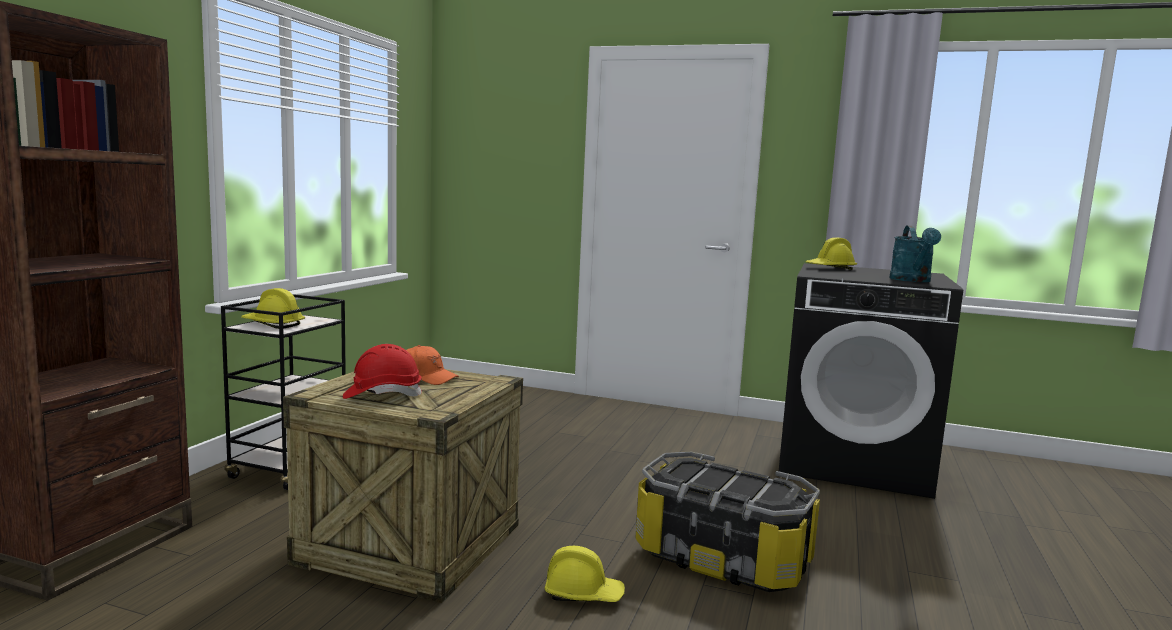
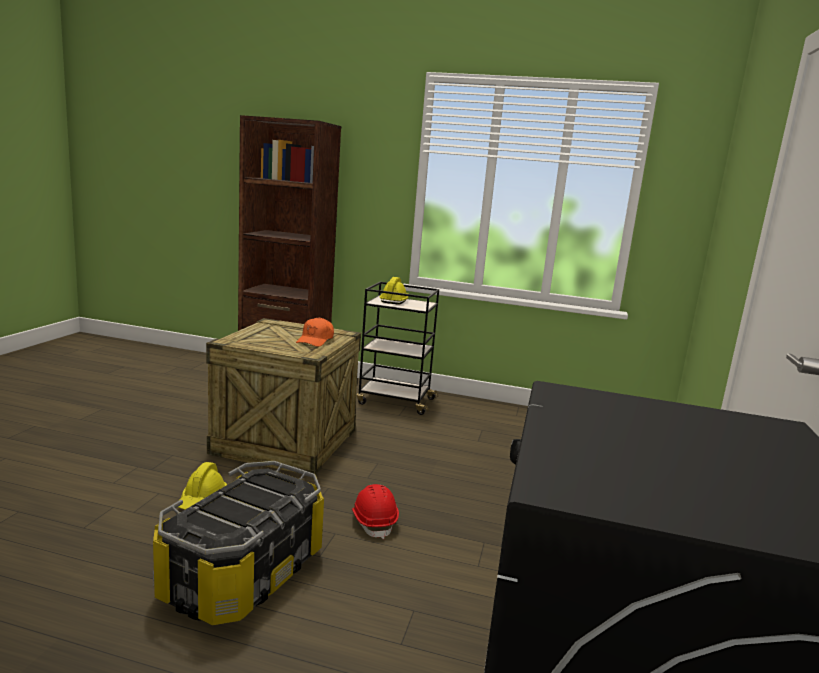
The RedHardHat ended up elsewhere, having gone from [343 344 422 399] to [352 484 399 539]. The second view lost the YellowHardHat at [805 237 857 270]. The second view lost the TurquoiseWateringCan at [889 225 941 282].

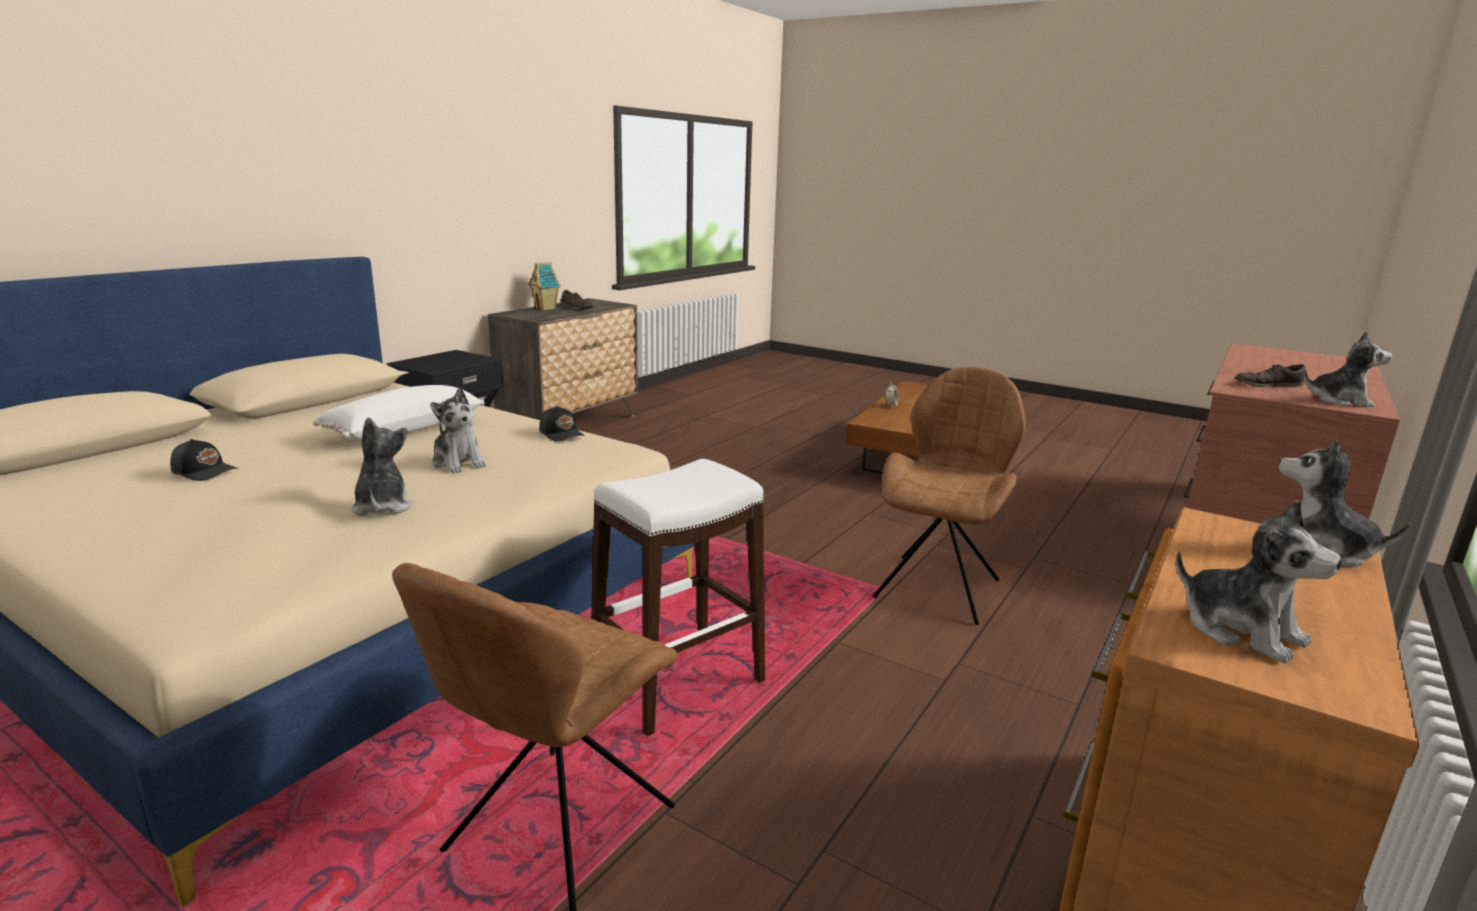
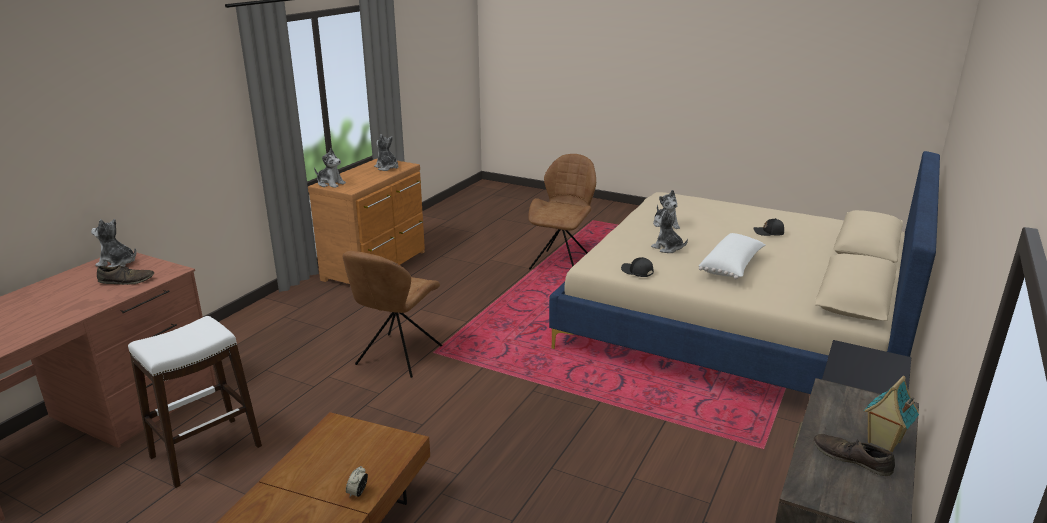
The WhiteStool ended up elsewhere, having gone from [591 459 765 736] to [128 316 262 488].

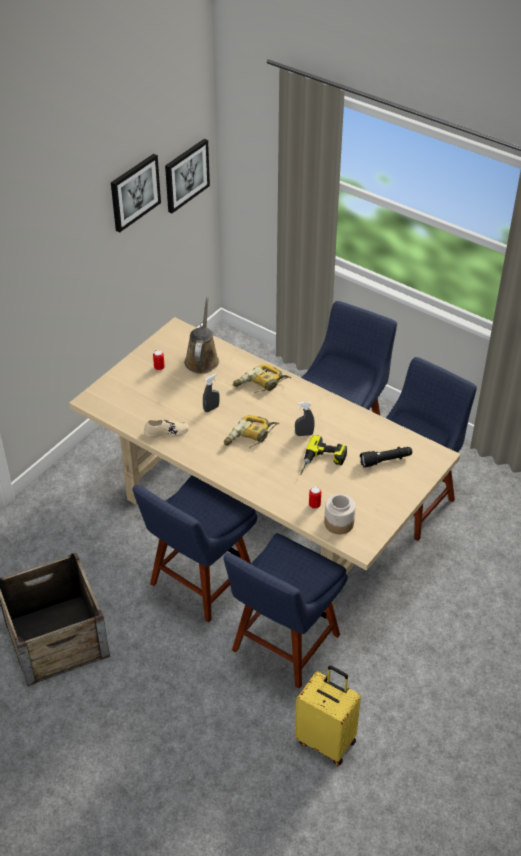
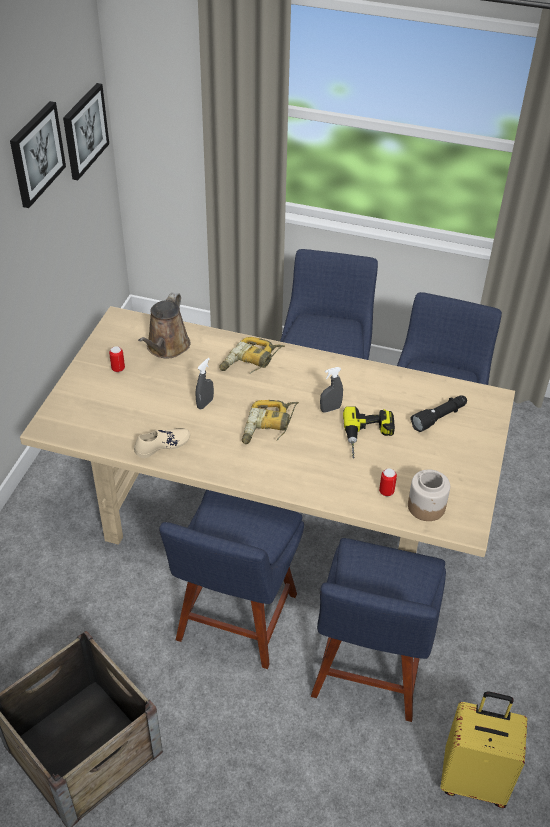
The BrownWateringCan at [184 296 219 374] ended up facing another way, 150 degrees counterclockwise from before.

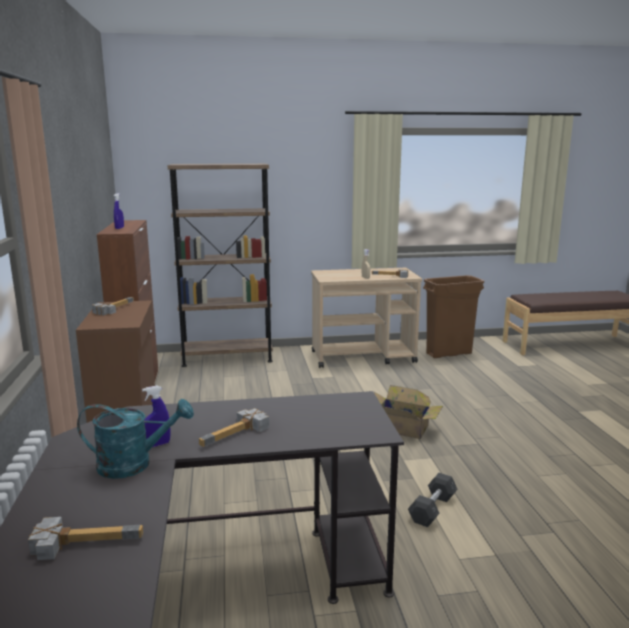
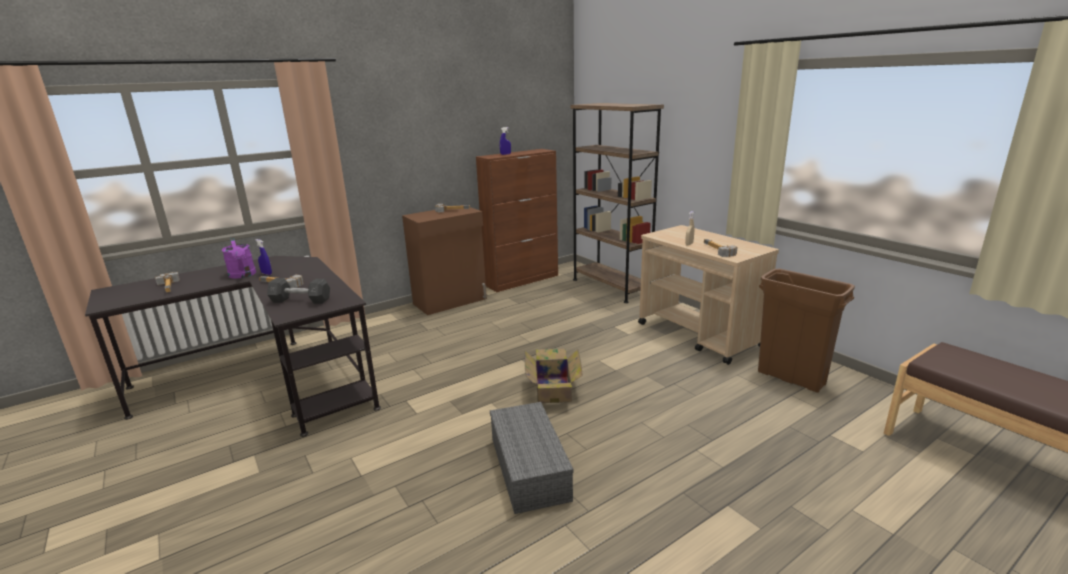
What was the TurquoiseWateringCan at [77 399 194 479] turned into the PurpleWateringCan at [222 237 256 279]. The GreyDumbbell ended up elsewhere, having gone from [408 473 457 527] to [267 278 330 304]. The second view gained the GreyStorageBox at [490 402 573 514].

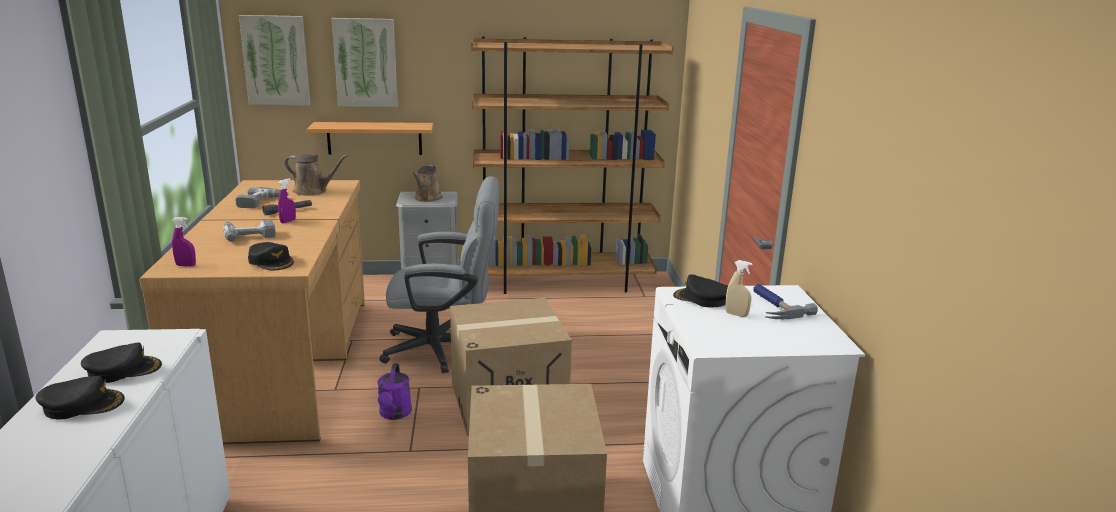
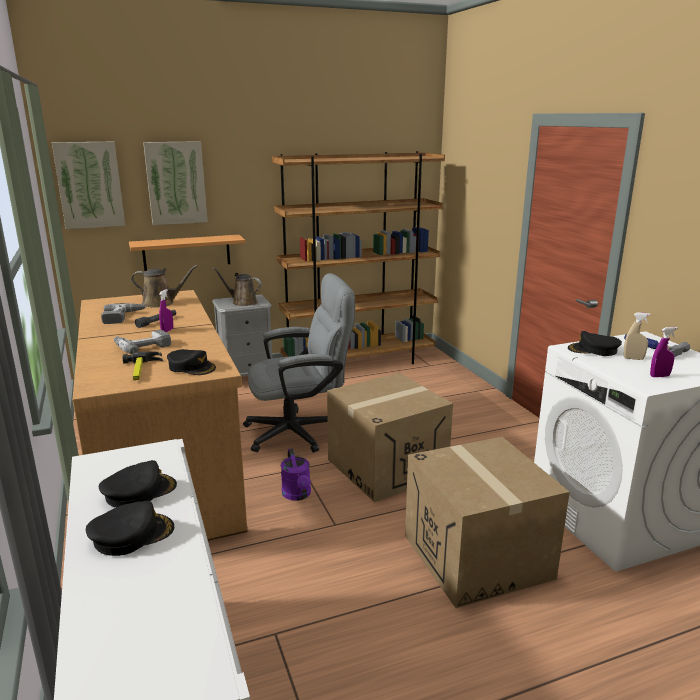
The second view gained the Hammer at [122 352 163 380]. The BrownWateringCan at [412 165 443 202] ended up facing another way, 120 degrees clockwise from before. The PurpleSprayBottle ended up elsewhere, having gone from [172 217 196 267] to [650 327 678 377].

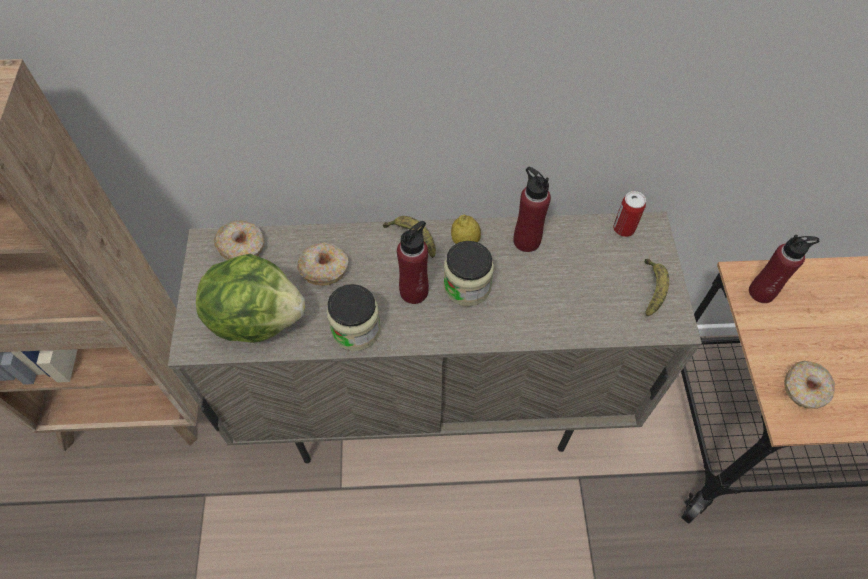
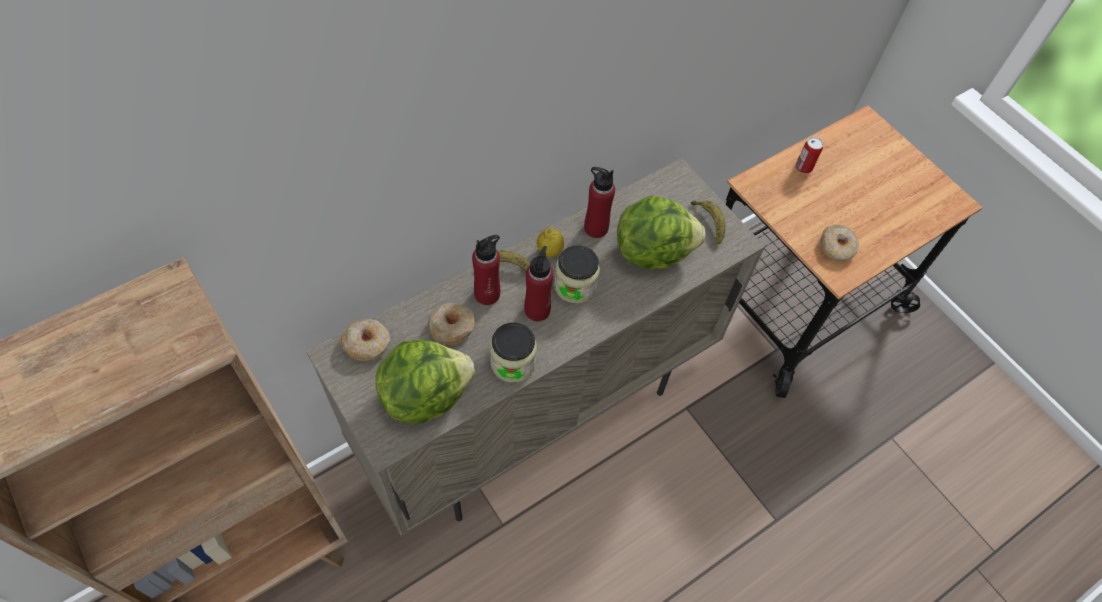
The RedBottle ended up elsewhere, having gone from [749 235 819 303] to [472 235 500 305]. The second view gained the Lettuce at [617 195 705 269]. The Can ended up elsewhere, having gone from [613 191 646 237] to [796 137 823 173].

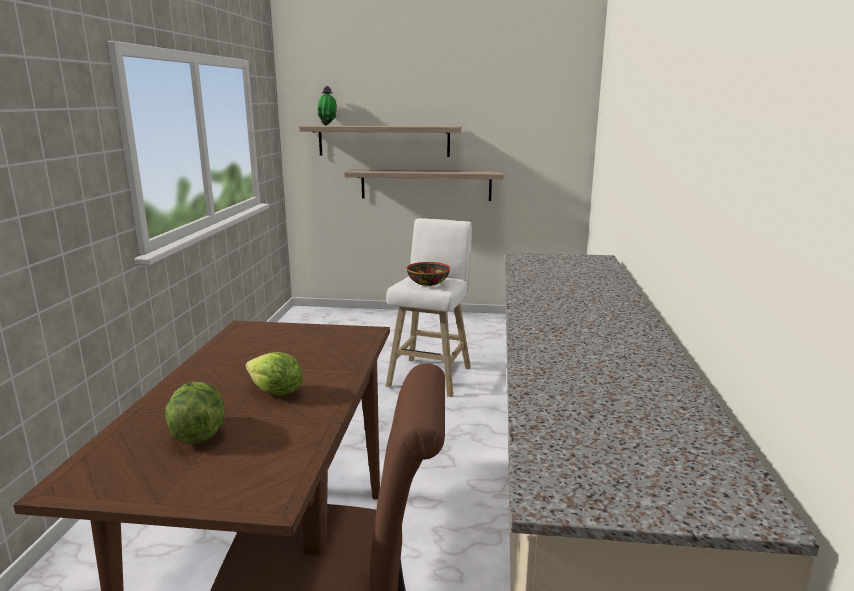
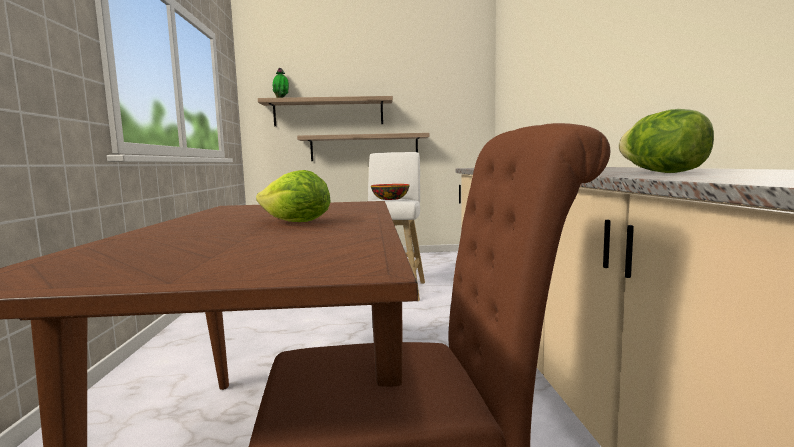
The Lettuce ended up elsewhere, having gone from [165 382 225 444] to [619 109 714 173].

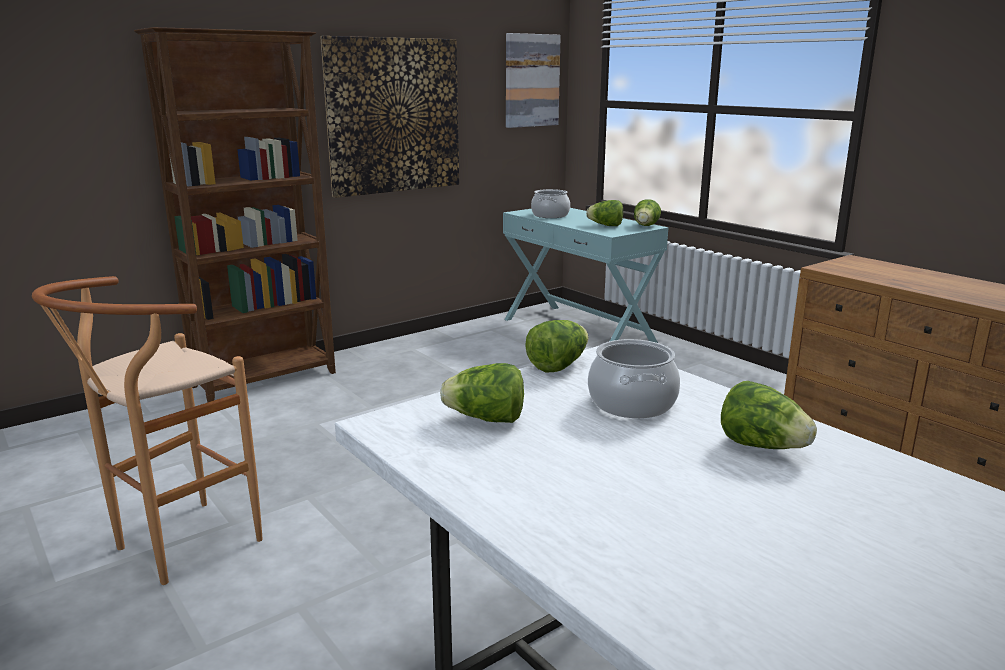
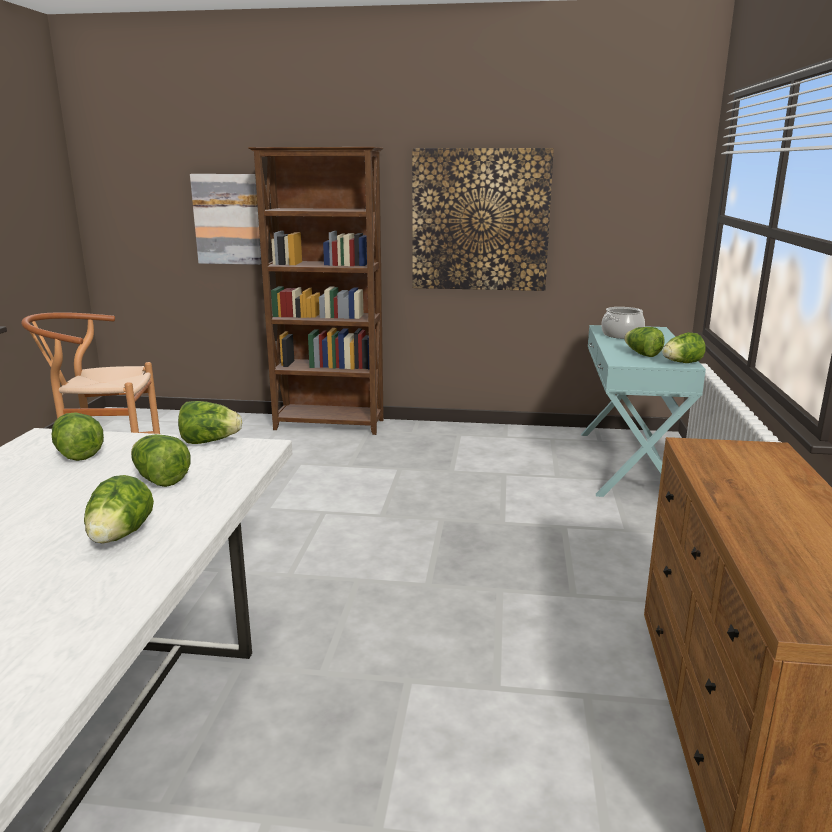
Where the CookingPot stood at [588 339 680 419], the Lettuce came to stand at [131 434 191 487]. The Picture ended up elsewhere, having gone from [506 33 561 128] to [190 174 261 265].

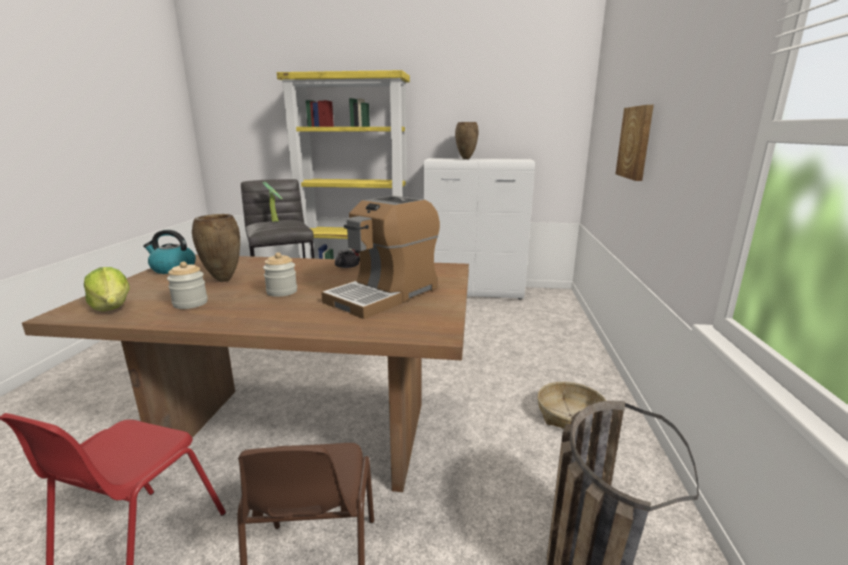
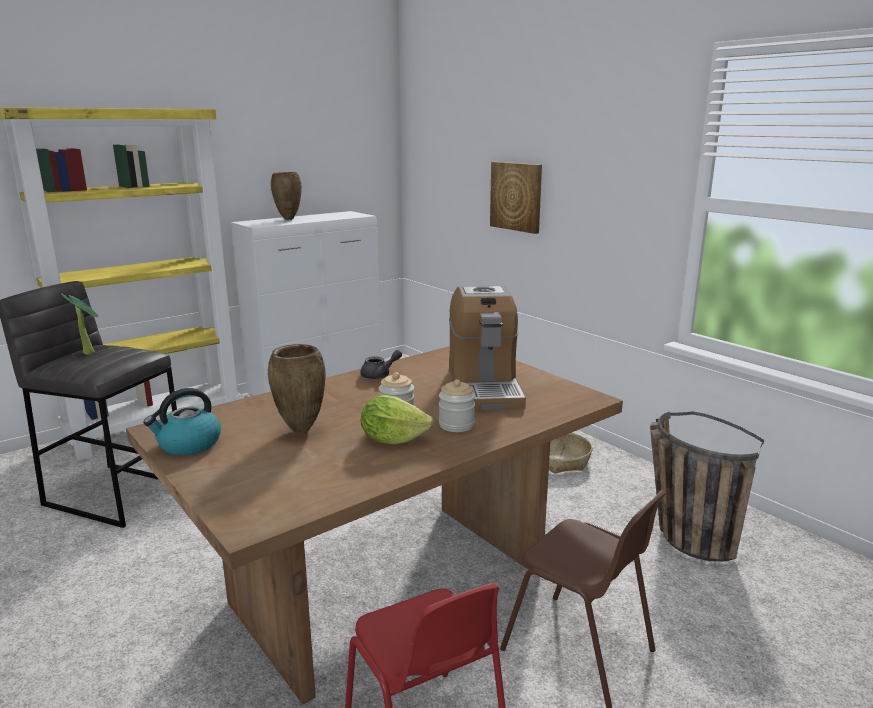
The Lettuce ended up elsewhere, having gone from [84 267 130 312] to [361 395 434 444]. The Jar ended up elsewhere, having gone from [167 262 208 309] to [439 379 475 432].

